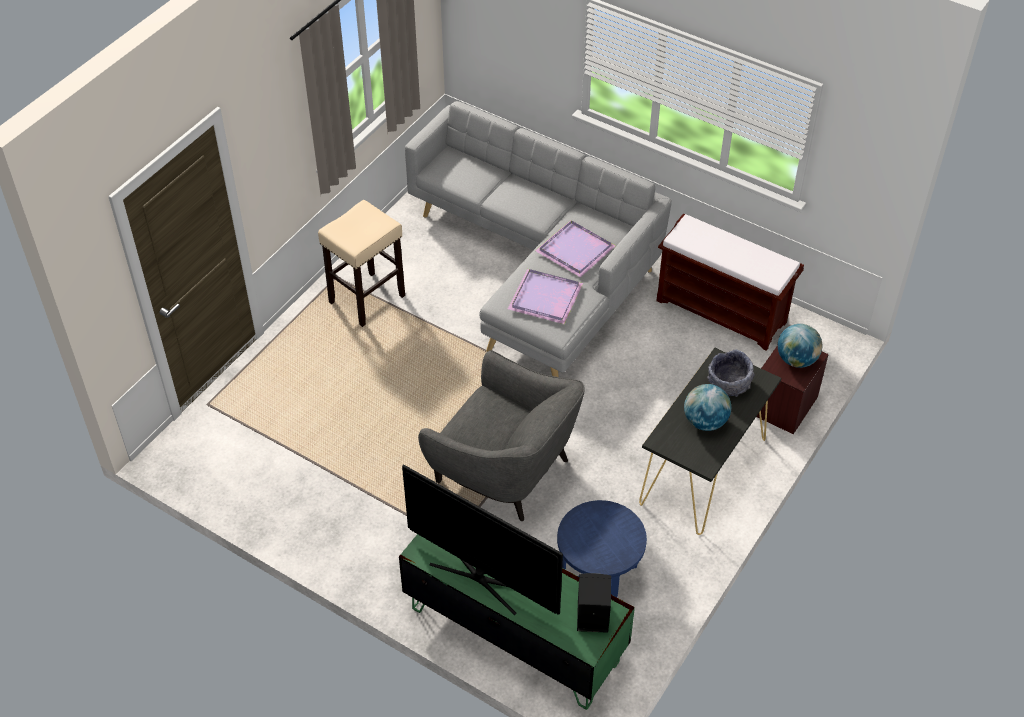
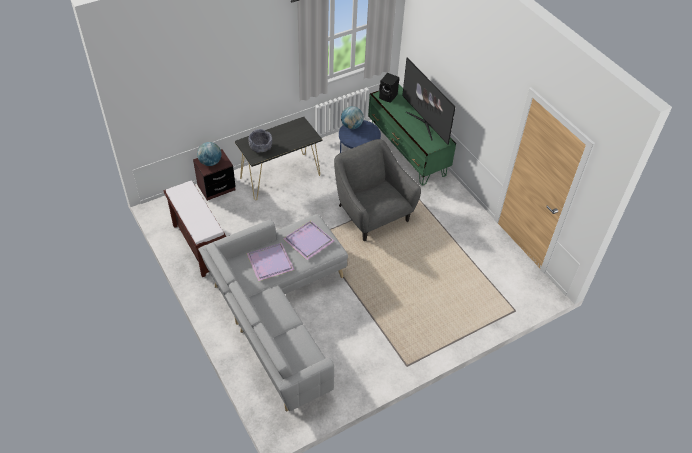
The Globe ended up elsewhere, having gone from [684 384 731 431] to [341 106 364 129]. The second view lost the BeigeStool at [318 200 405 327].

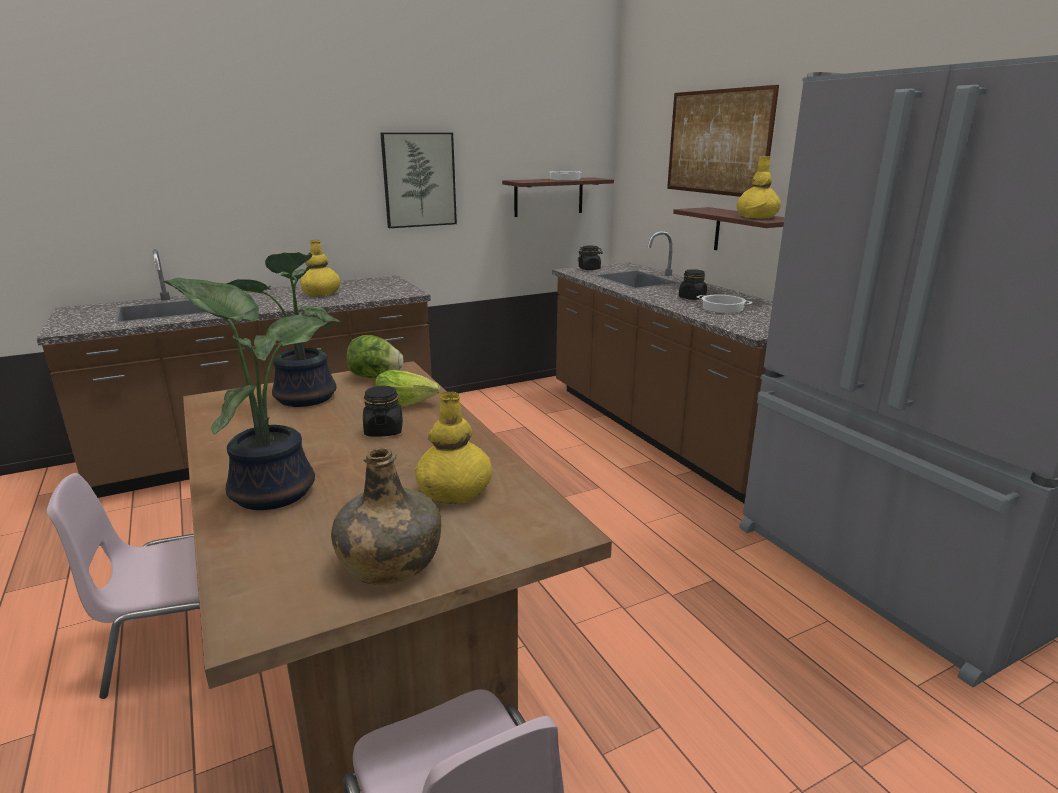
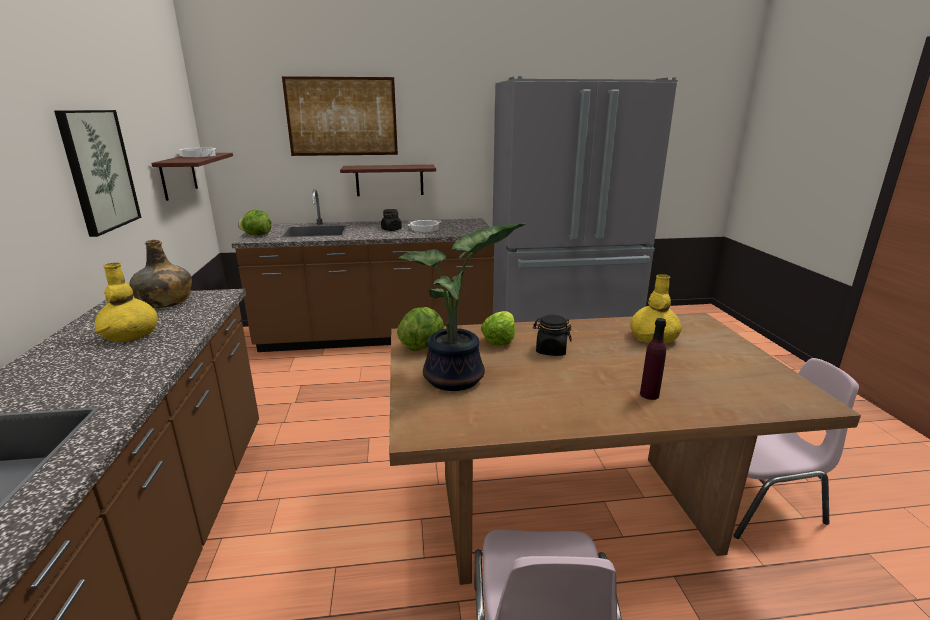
The GreenBottle ended up elsewhere, having gone from [331 447 441 585] to [130 240 192 308]. Where the BlackJar stood at [578 246 603 270], the Lettuce came to stand at [238 210 272 235]. Where the PottedPlant stood at [163 278 332 510], the PurpleBottle came to stand at [640 318 666 400]. The second view lost the YellowVase at [737 156 781 219].

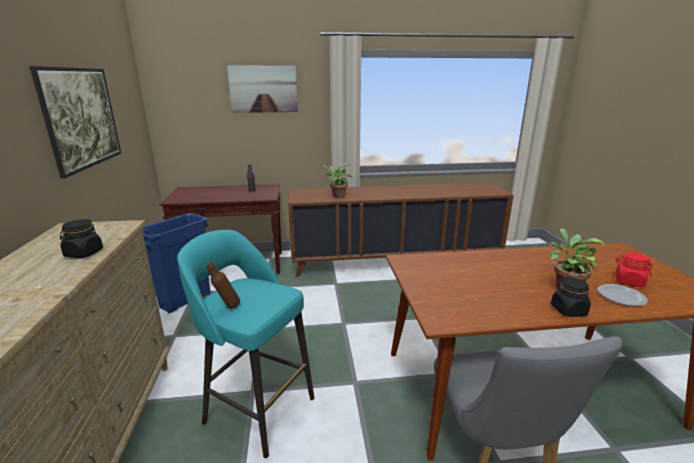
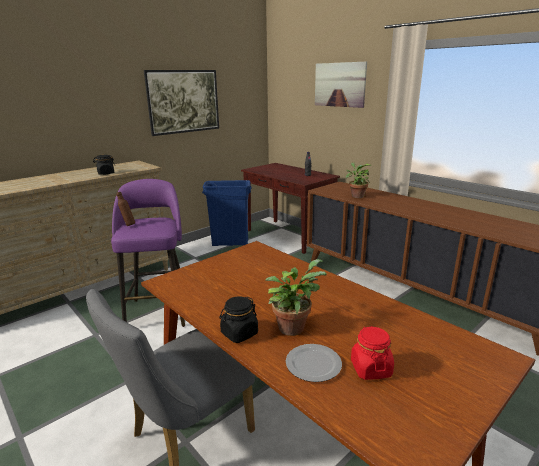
What was the TurquoiseStool at [177 230 315 458] turned into the PurpleStool at [111 179 185 327].

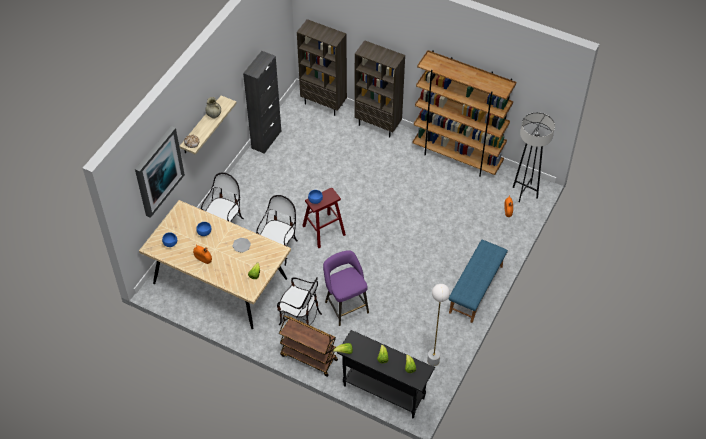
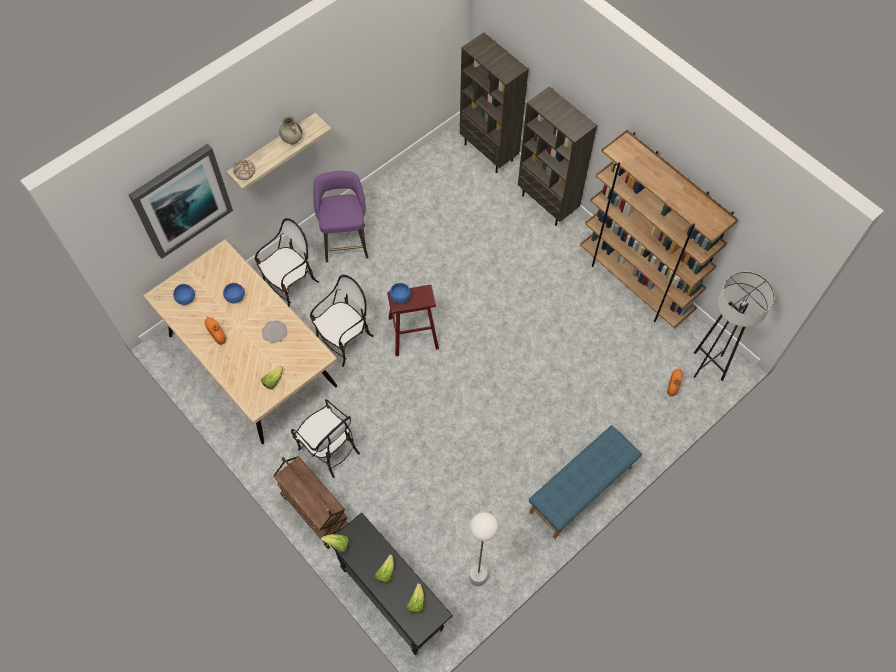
The PurpleStool ended up elsewhere, having gone from [323 250 369 326] to [313 171 368 262]. The second view lost the BlackCabinet at [243 51 281 154].

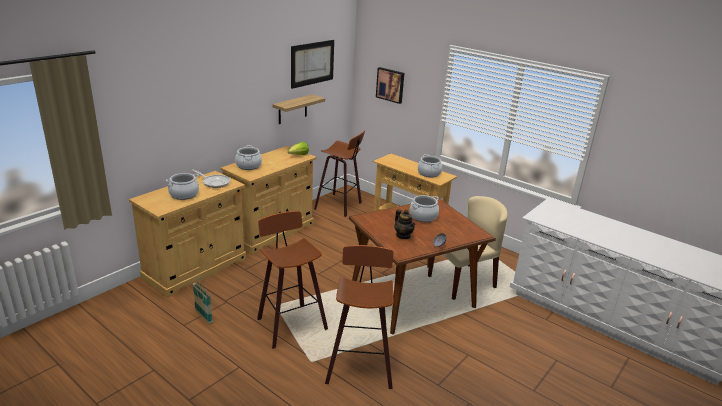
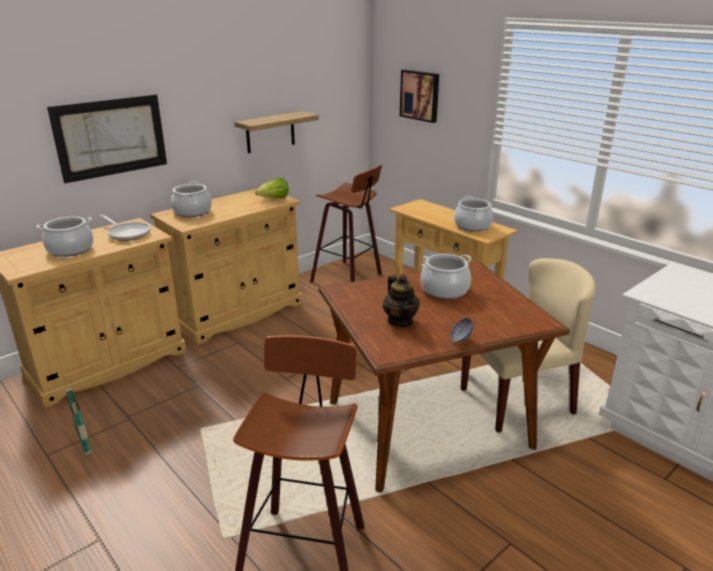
The Picture ended up elsewhere, having gone from [291 40 334 89] to [47 94 167 183]. The second view lost the Stool at [257 211 328 349].

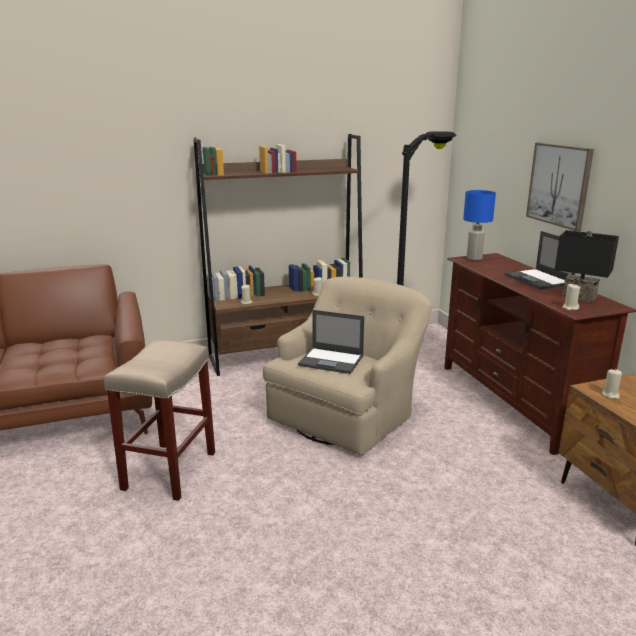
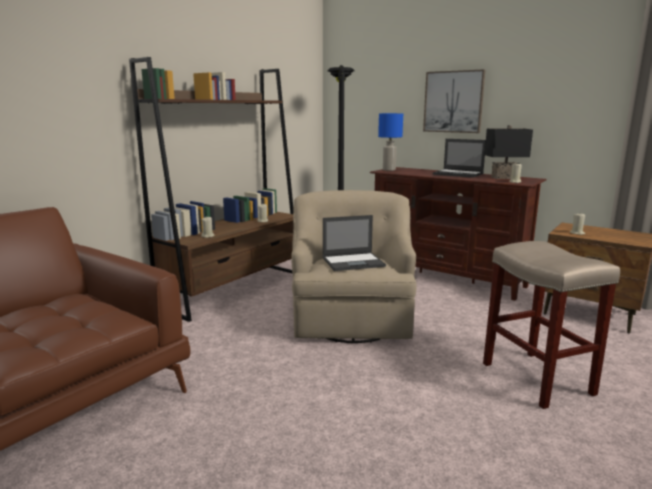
The BeigeStool ended up elsewhere, having gone from [104 340 215 501] to [483 241 620 409].

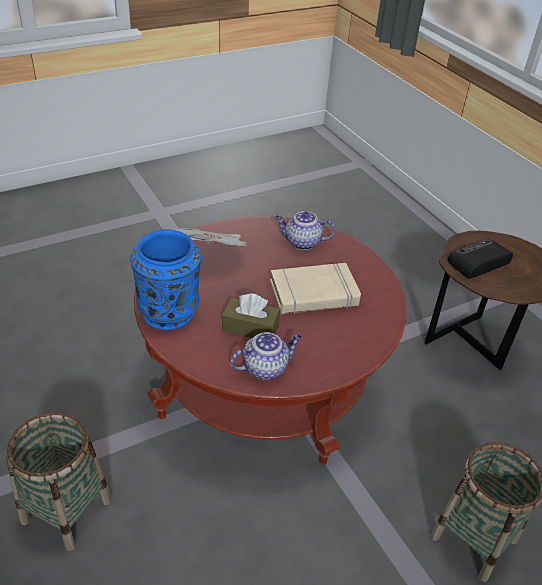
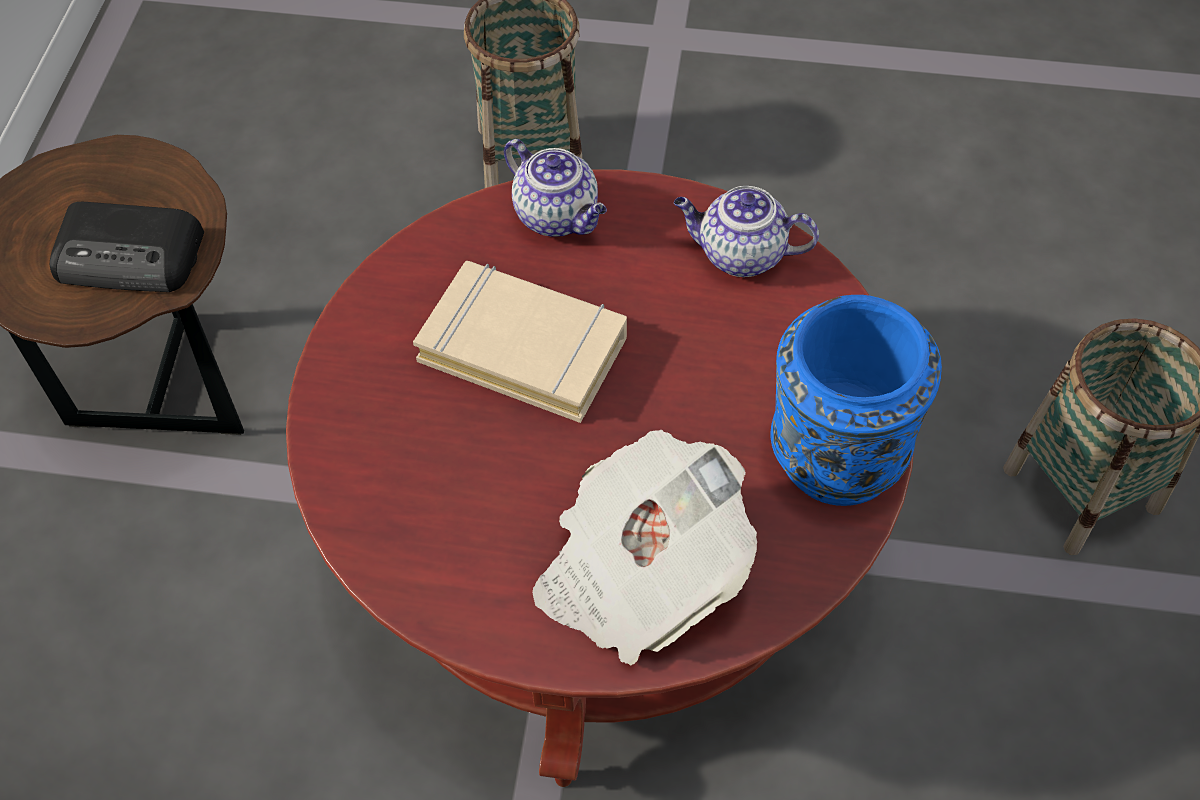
The Teapot ended up elsewhere, having gone from [275 211 335 250] to [504 139 607 237]. The second view lost the BrownTissueBox at [222 293 280 338].

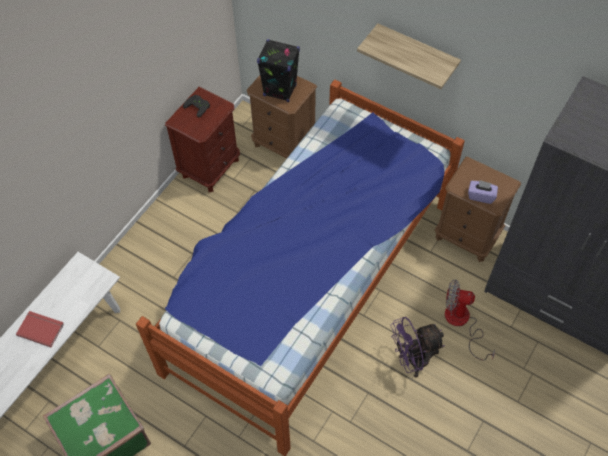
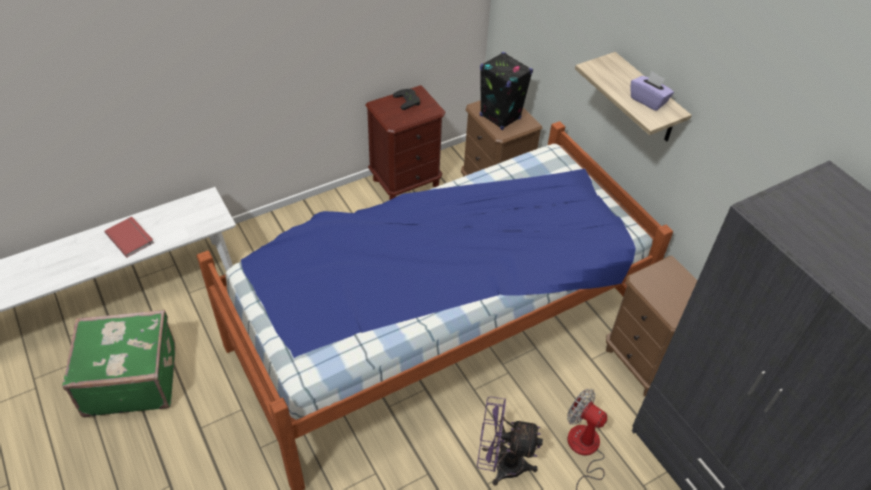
The PurpleTissueBox ended up elsewhere, having gone from [468 180 498 204] to [631 71 674 111].

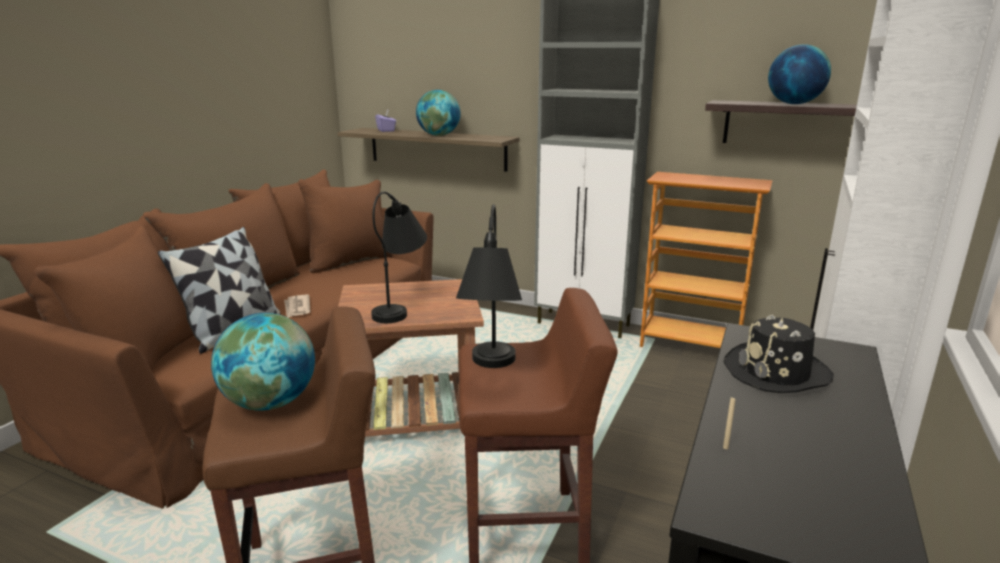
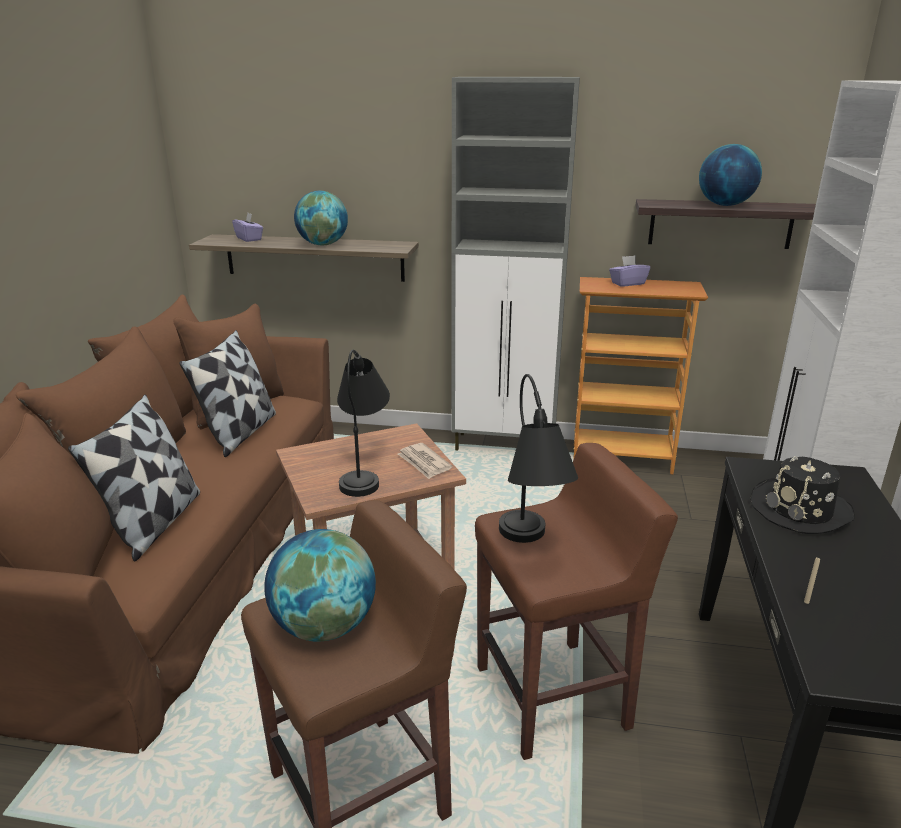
The second view gained the Pillow at [179 330 276 457]. The Newspaper ended up elsewhere, having gone from [284 294 311 318] to [398 443 452 479]. The second view gained the PurpleTissueBox at [609 255 650 287].

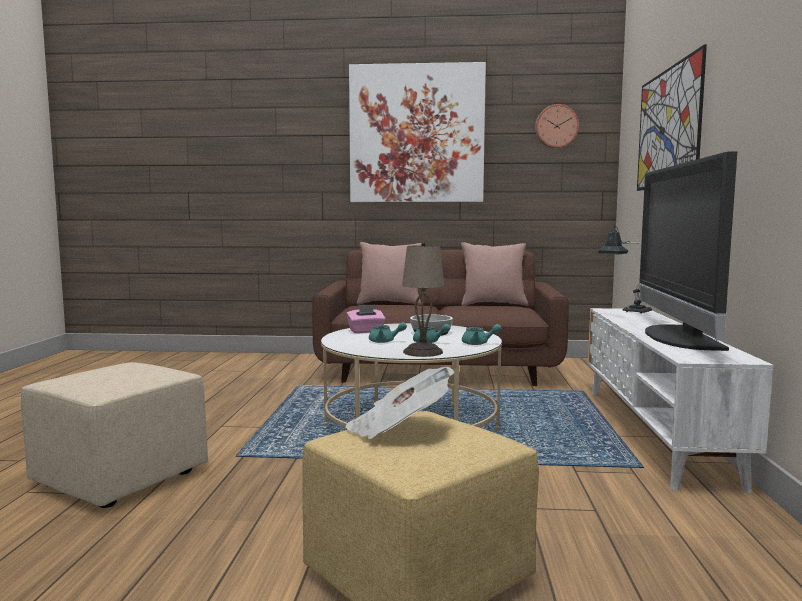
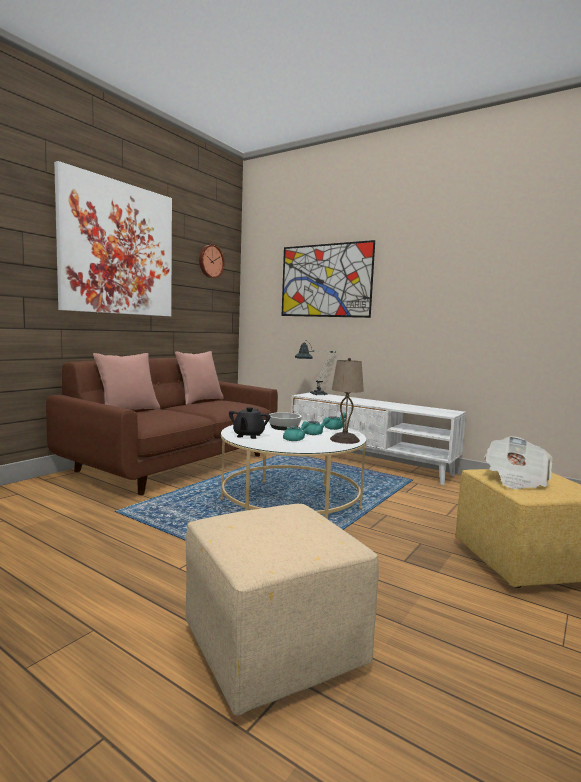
Where the PinkTissueBox stood at [346 305 386 333], the BlackTeapot came to stand at [229 407 270 439]. The second view lost the Television at [640 152 737 351].

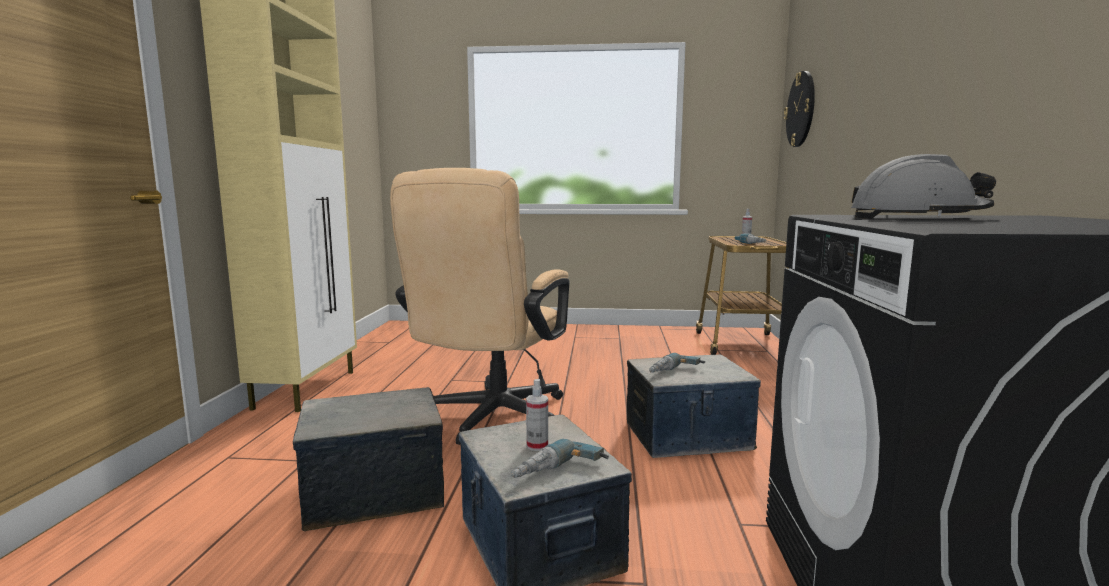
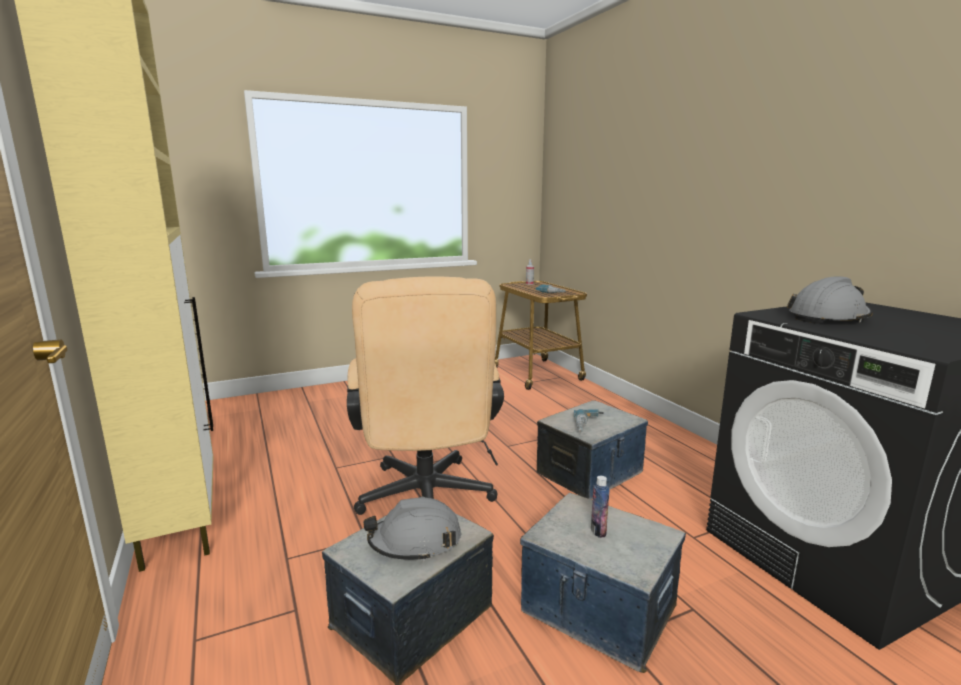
The second view gained the GreyHardHat at [363 497 461 562]. Where the SprayBottle stood at [526 379 548 451], the Bottle came to stand at [591 476 609 538]. The second view lost the PowerDrill at [511 439 609 478]. The second view lost the WallClock at [784 71 815 147].

